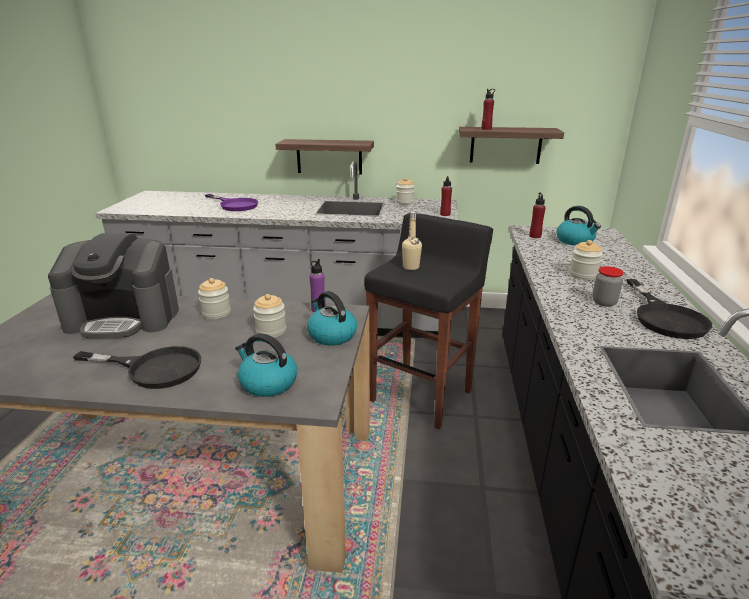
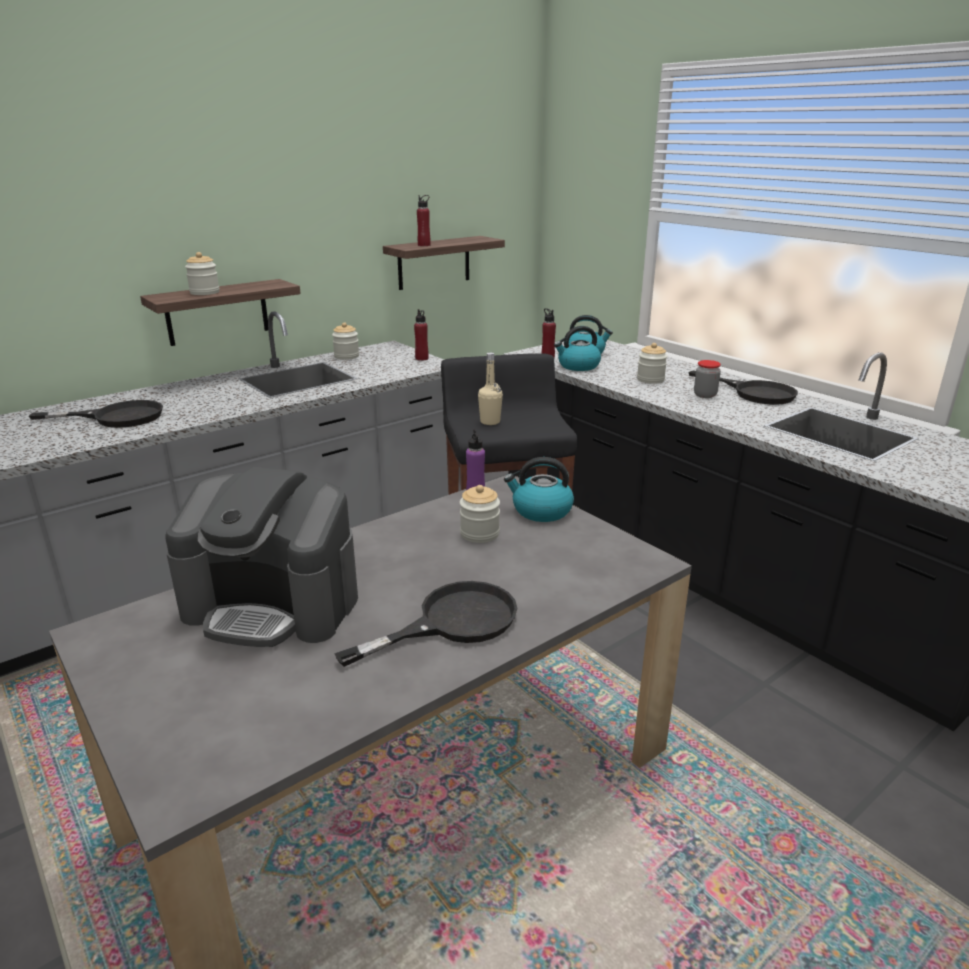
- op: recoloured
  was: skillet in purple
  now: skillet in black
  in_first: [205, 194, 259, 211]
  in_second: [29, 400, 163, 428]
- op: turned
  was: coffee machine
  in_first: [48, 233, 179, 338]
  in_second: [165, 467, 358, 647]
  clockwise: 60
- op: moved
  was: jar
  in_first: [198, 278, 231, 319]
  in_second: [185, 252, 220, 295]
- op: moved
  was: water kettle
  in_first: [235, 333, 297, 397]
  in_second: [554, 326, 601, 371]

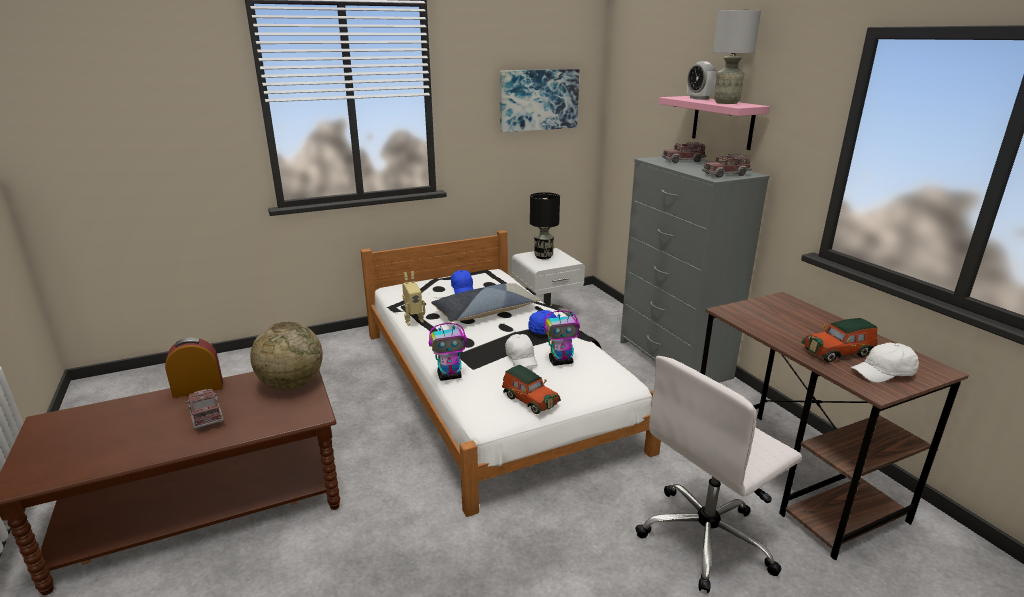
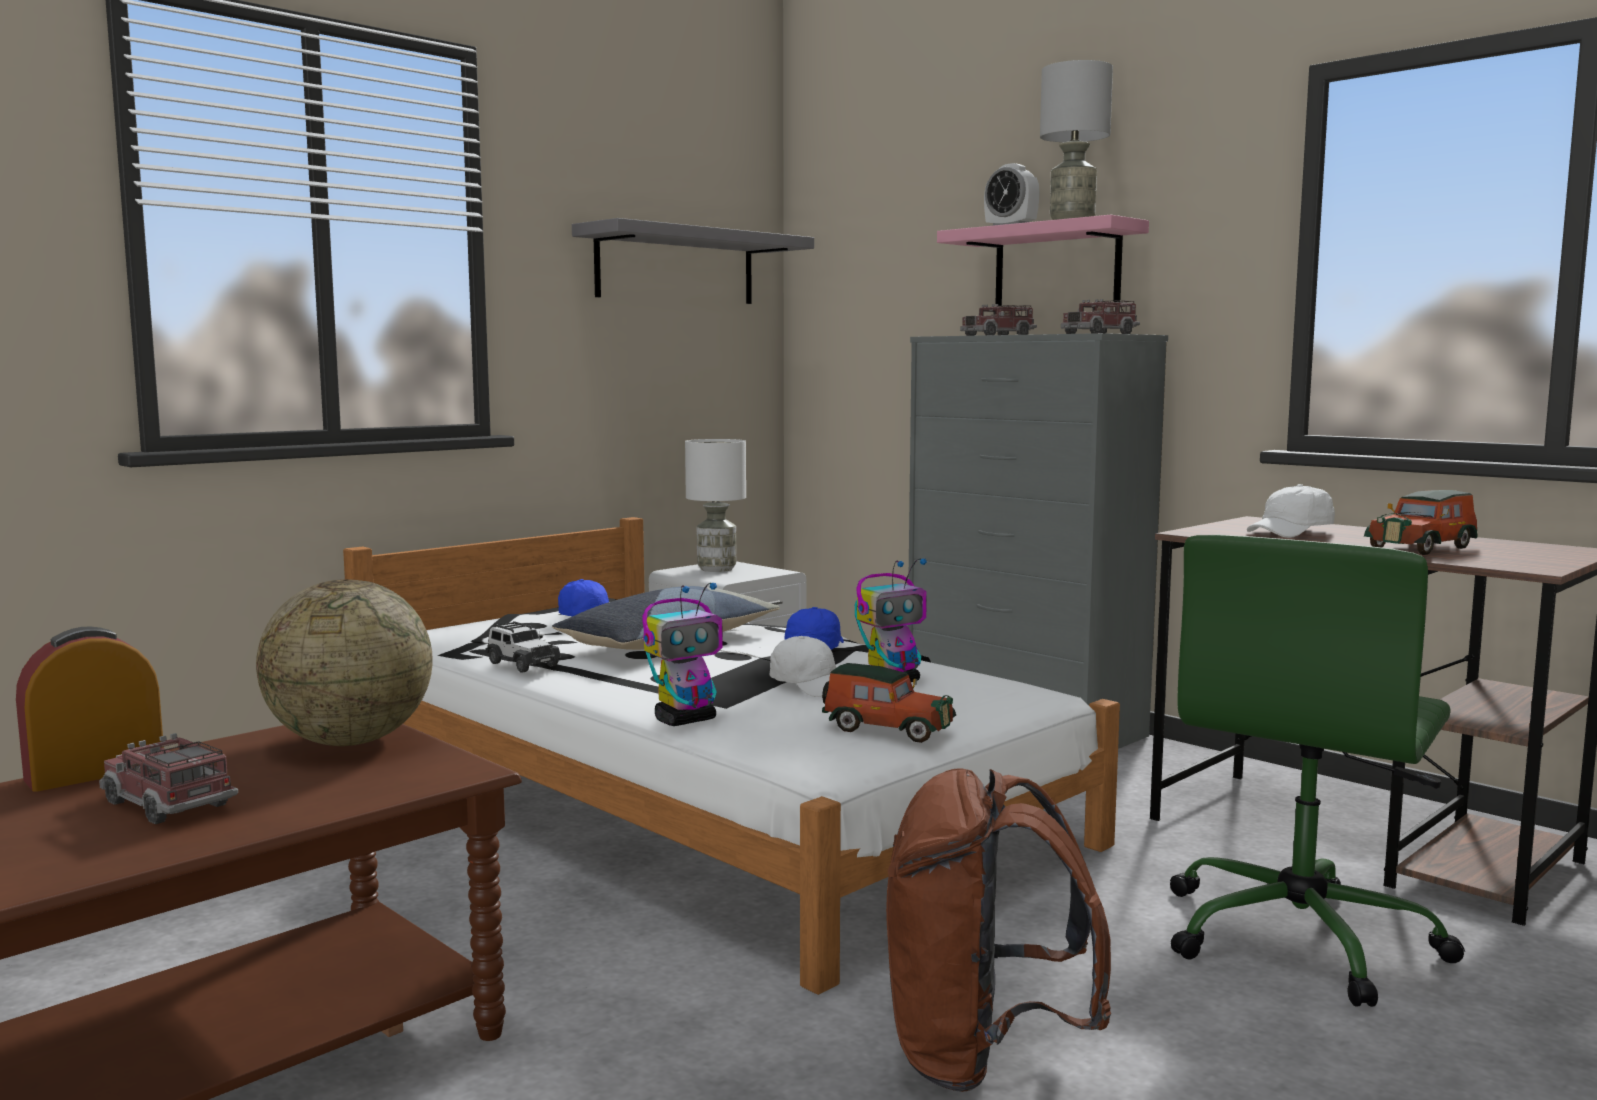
- op: replaced
  was: picture
  now: bracket shelf in grey
  in_first: [500, 69, 580, 133]
  in_second: [572, 218, 814, 304]
- op: recoloured
  was: lamp for a table in black
  now: lamp for a table in white
  in_first: [530, 192, 560, 259]
  in_second: [685, 439, 746, 572]
- op: replaced
  was: robot figure
  now: miniature car
  in_first: [402, 271, 425, 326]
  in_second: [485, 621, 561, 672]
- op: moved
  was: peaked cap in white
  in_first: [850, 343, 919, 383]
  in_second: [1247, 484, 1335, 538]
- op: recoloured
  was: computer chair in white
  now: computer chair in green
  in_first: [635, 356, 802, 593]
  in_second: [1170, 535, 1465, 1007]
- op: added
  now: rucksack in brownish
  in_second: [886, 768, 1111, 1092]

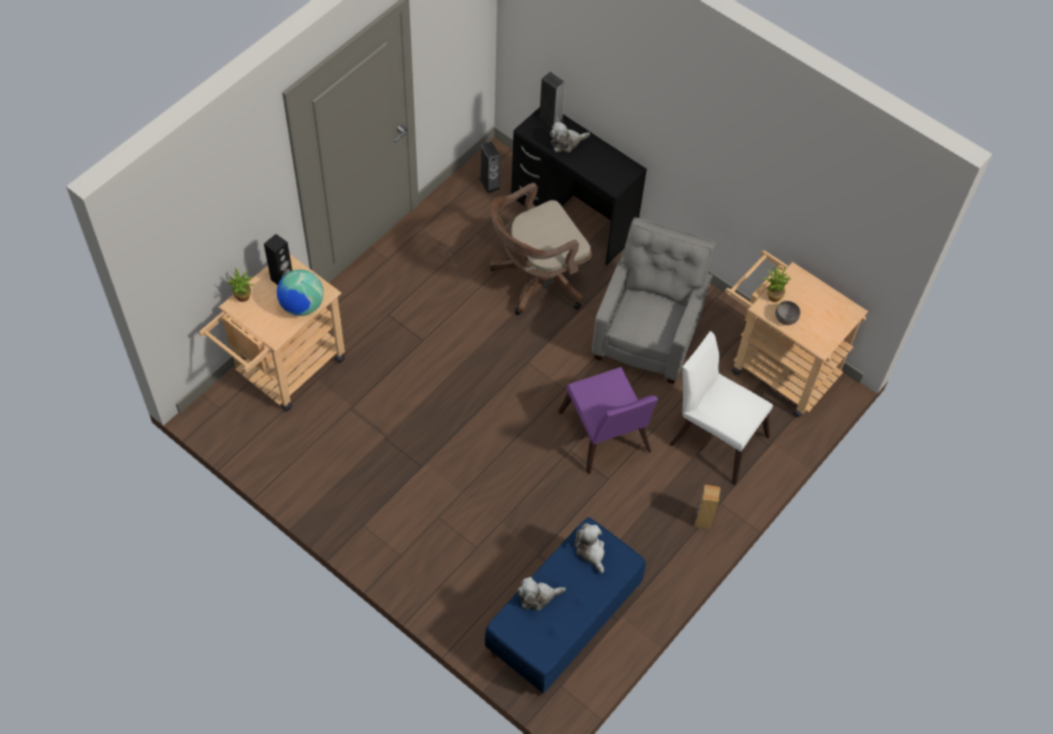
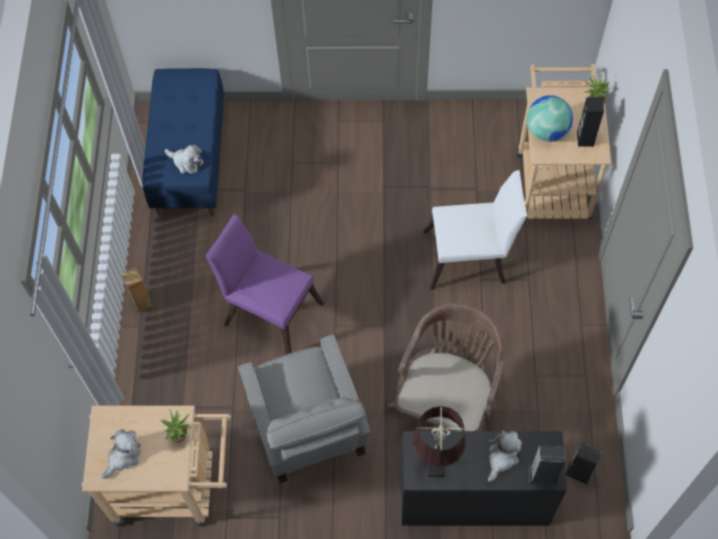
- op: removed
  was: bowl in grey
  in_first: [775, 301, 800, 325]
- op: moved
  was: chair in white
  in_first: [669, 331, 773, 485]
  in_second: [423, 170, 527, 290]
- op: moved
  was: plush toy
  in_first: [517, 577, 566, 611]
  in_second: [102, 429, 141, 479]
- op: added
  now: lamp for a table in brownish
  in_second: [412, 406, 466, 477]

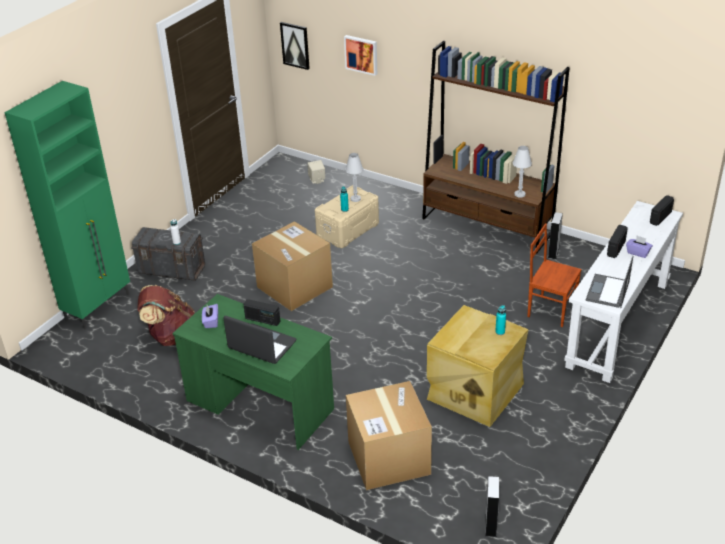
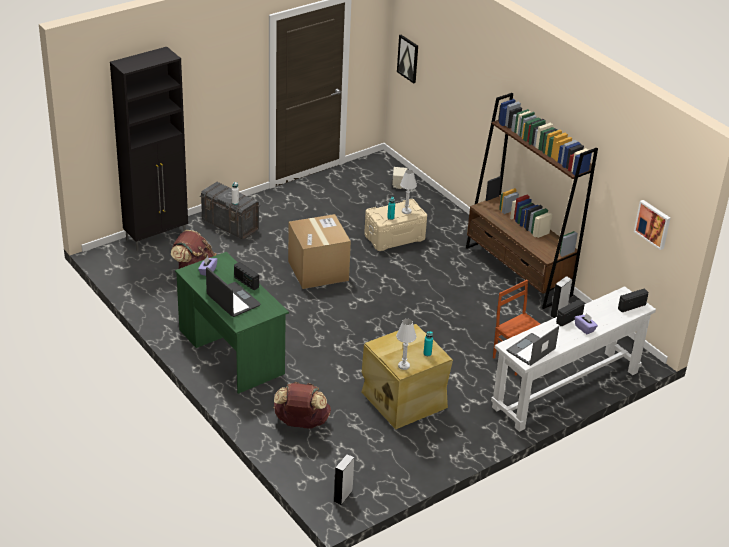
- op: moved
  was: picture
  in_first: [344, 35, 377, 76]
  in_second: [634, 200, 670, 250]
- op: recoloured
  was: cupboard in green
  now: cupboard in black
  in_first: [4, 81, 130, 330]
  in_second: [110, 47, 188, 251]
- op: moved
  was: lamp for a table in white
  in_first: [513, 146, 532, 198]
  in_second: [396, 319, 416, 370]
- op: replaced
  was: carton
  now: rucksack in brownish
  in_first: [346, 381, 432, 490]
  in_second: [274, 382, 331, 429]

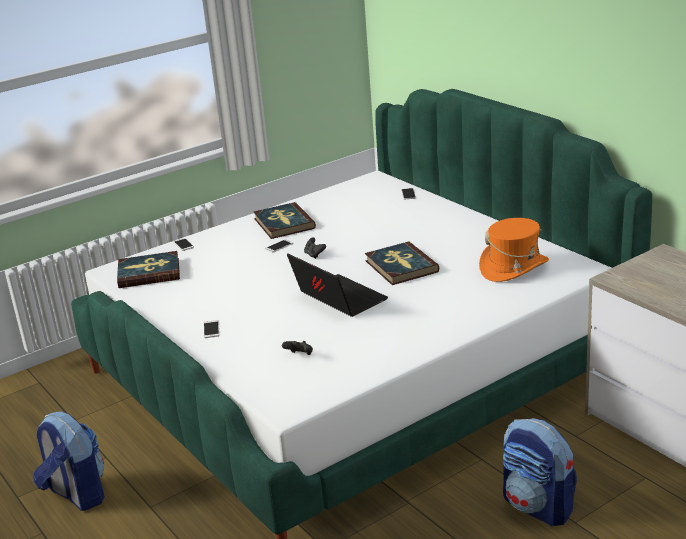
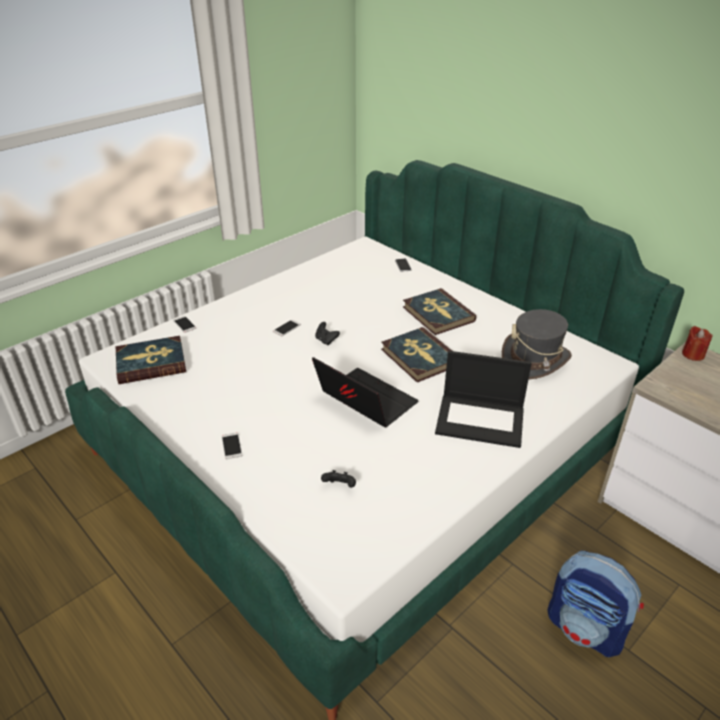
- op: moved
  was: bound book
  in_first: [254, 202, 316, 239]
  in_second: [403, 288, 476, 335]
- op: recoloured
  was: wearable hat in orangey
  now: wearable hat in grey
  in_first: [479, 218, 549, 282]
  in_second: [502, 309, 572, 379]
- op: removed
  was: rucksack
  in_first: [33, 412, 105, 511]
- op: added
  now: wax light in reddish
  in_second: [682, 326, 713, 361]
- op: added
  now: notebook computer
  in_second: [435, 351, 531, 448]

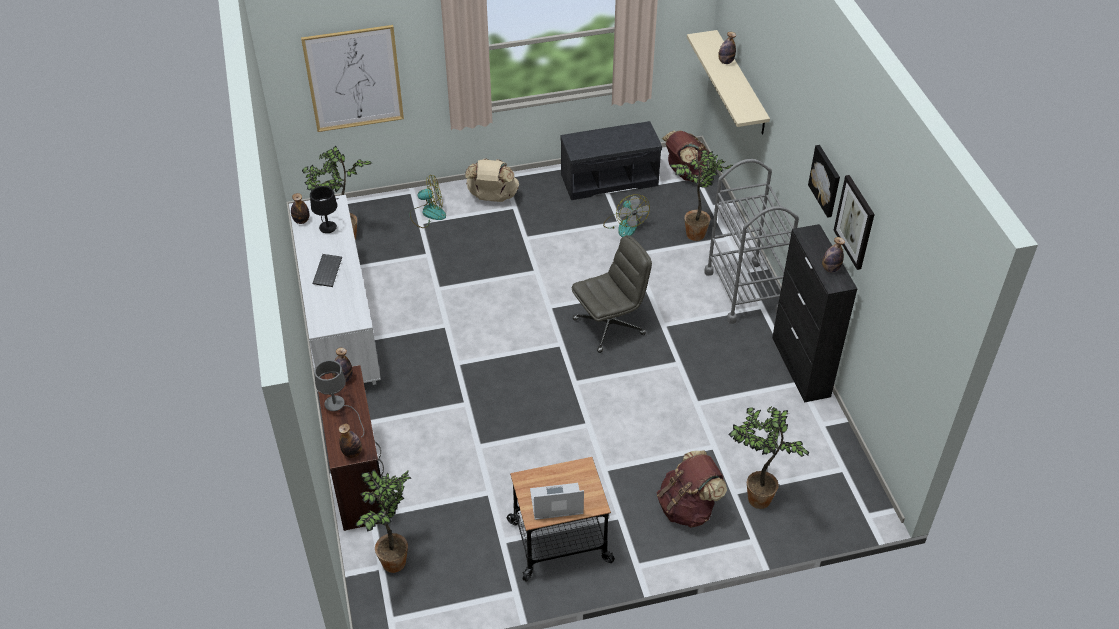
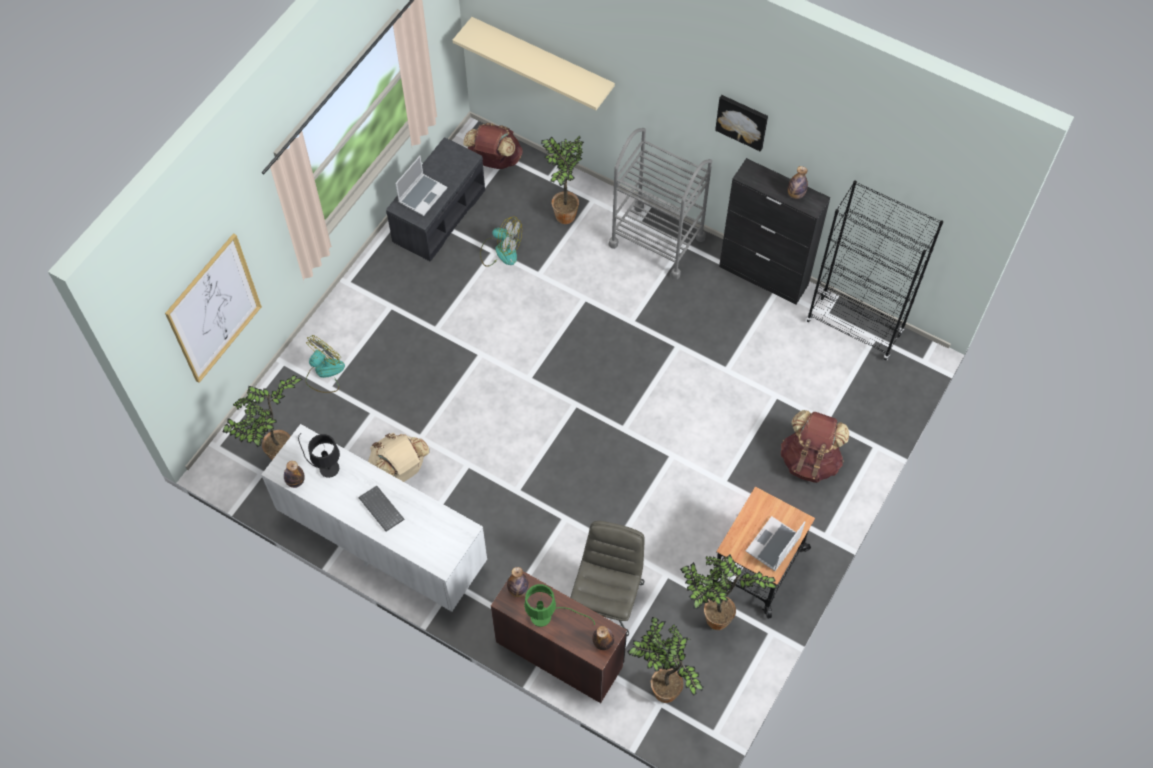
- op: removed
  was: drink bottle
  in_first: [718, 32, 736, 64]
- op: moved
  was: rucksack in sand-coloured
  in_first: [465, 158, 519, 202]
  in_second: [368, 433, 430, 482]
- op: removed
  was: picture
  in_first: [834, 175, 875, 270]
- op: moved
  was: computer chair in grey
  in_first: [572, 235, 652, 353]
  in_second: [570, 521, 645, 636]
- op: recoloured
  was: lamp for a table in grey
  now: lamp for a table in green
  in_first: [314, 360, 364, 437]
  in_second: [524, 584, 595, 627]
- op: moved
  was: potted plant
  in_first: [729, 406, 809, 509]
  in_second: [680, 555, 777, 630]
- op: added
  now: notebook computer
  in_second: [395, 155, 447, 216]
- op: added
  now: shelving unit in black
  in_second: [806, 181, 943, 360]

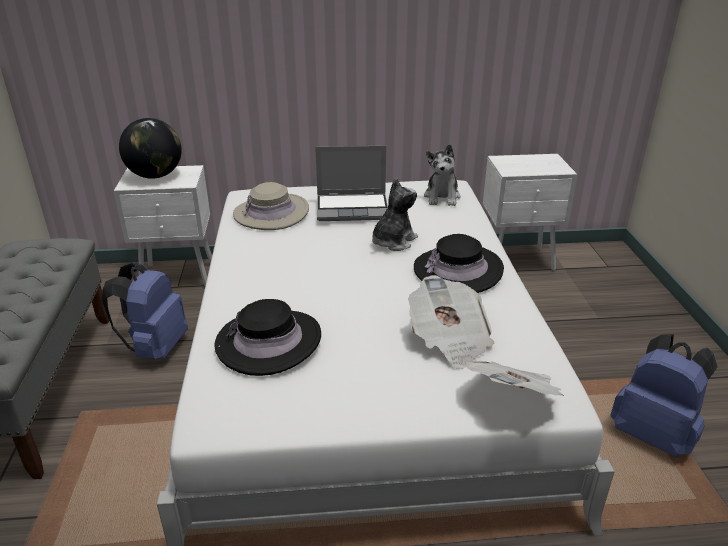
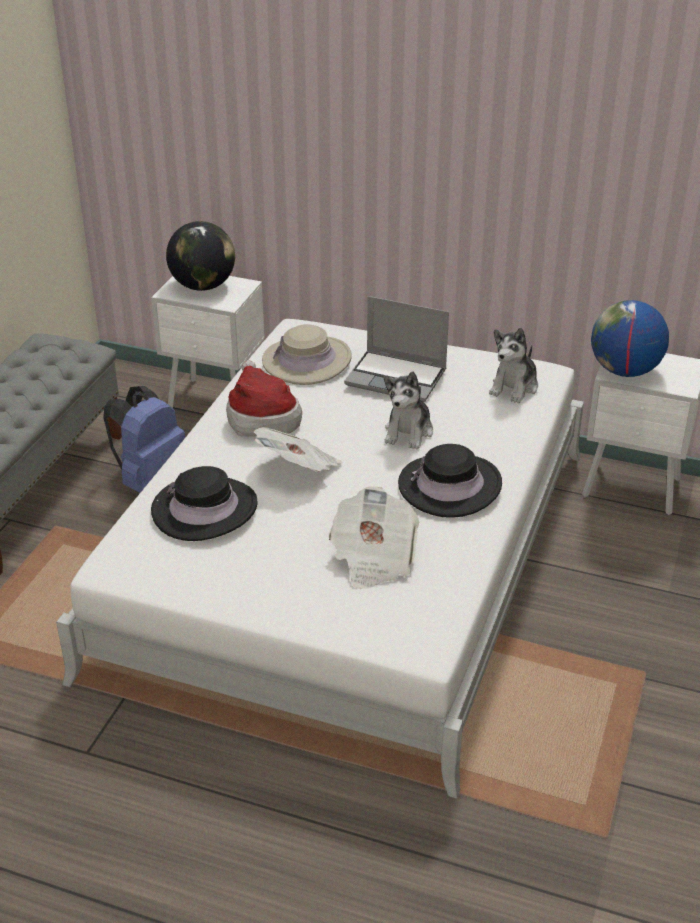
- op: turned
  was: plush toy
  in_first: [372, 178, 418, 251]
  in_second: [384, 371, 433, 449]
  clockwise: 135
- op: removed
  was: rucksack in bluish
  in_first: [611, 334, 717, 457]
- op: moved
  was: printed paper
  in_first: [465, 361, 564, 396]
  in_second: [253, 427, 342, 472]
- op: added
  now: globe
  in_second: [591, 300, 669, 377]
- op: added
  now: wearable hat
  in_second: [226, 360, 302, 436]

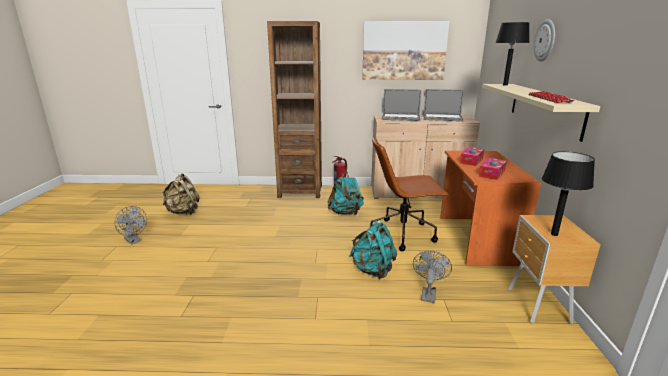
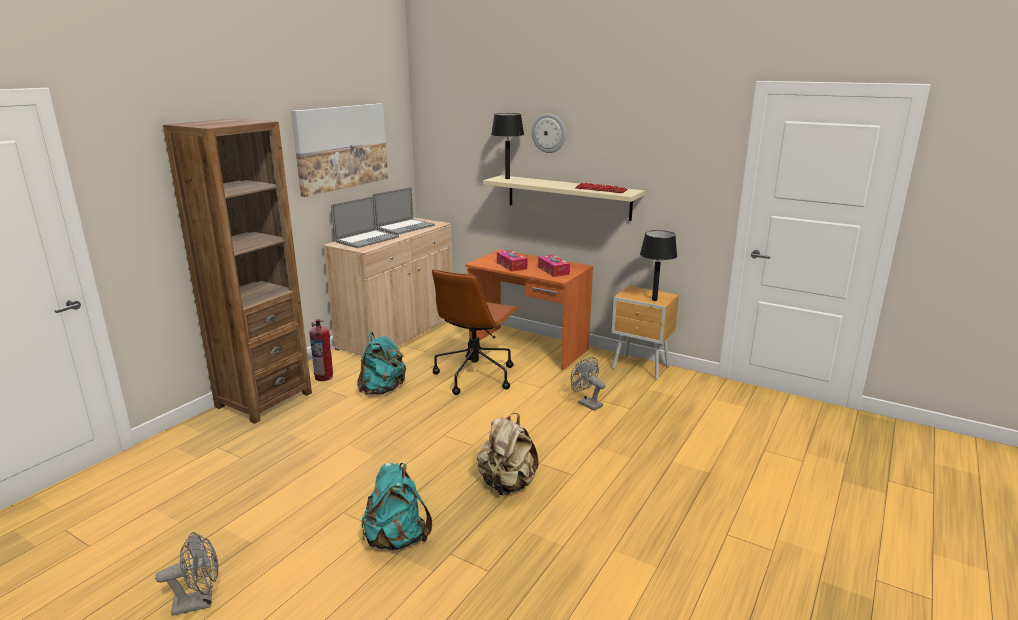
- op: moved
  was: rucksack in sand-coloured
  in_first: [162, 174, 200, 215]
  in_second: [477, 413, 539, 496]
- op: moved
  was: rucksack in blue-green
  in_first: [349, 221, 397, 279]
  in_second: [362, 462, 432, 550]

